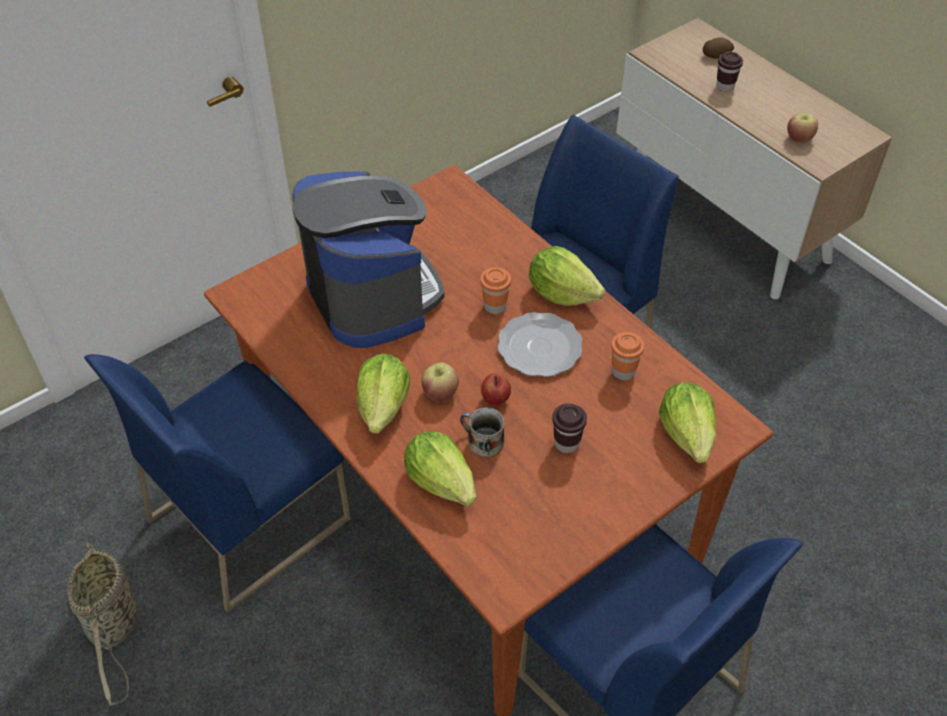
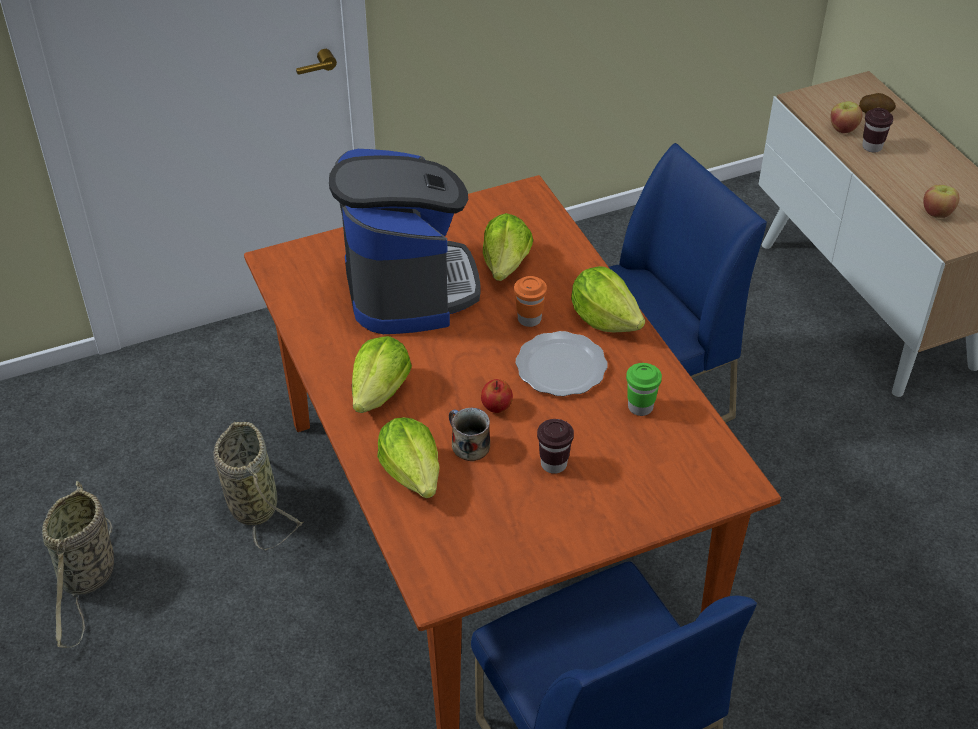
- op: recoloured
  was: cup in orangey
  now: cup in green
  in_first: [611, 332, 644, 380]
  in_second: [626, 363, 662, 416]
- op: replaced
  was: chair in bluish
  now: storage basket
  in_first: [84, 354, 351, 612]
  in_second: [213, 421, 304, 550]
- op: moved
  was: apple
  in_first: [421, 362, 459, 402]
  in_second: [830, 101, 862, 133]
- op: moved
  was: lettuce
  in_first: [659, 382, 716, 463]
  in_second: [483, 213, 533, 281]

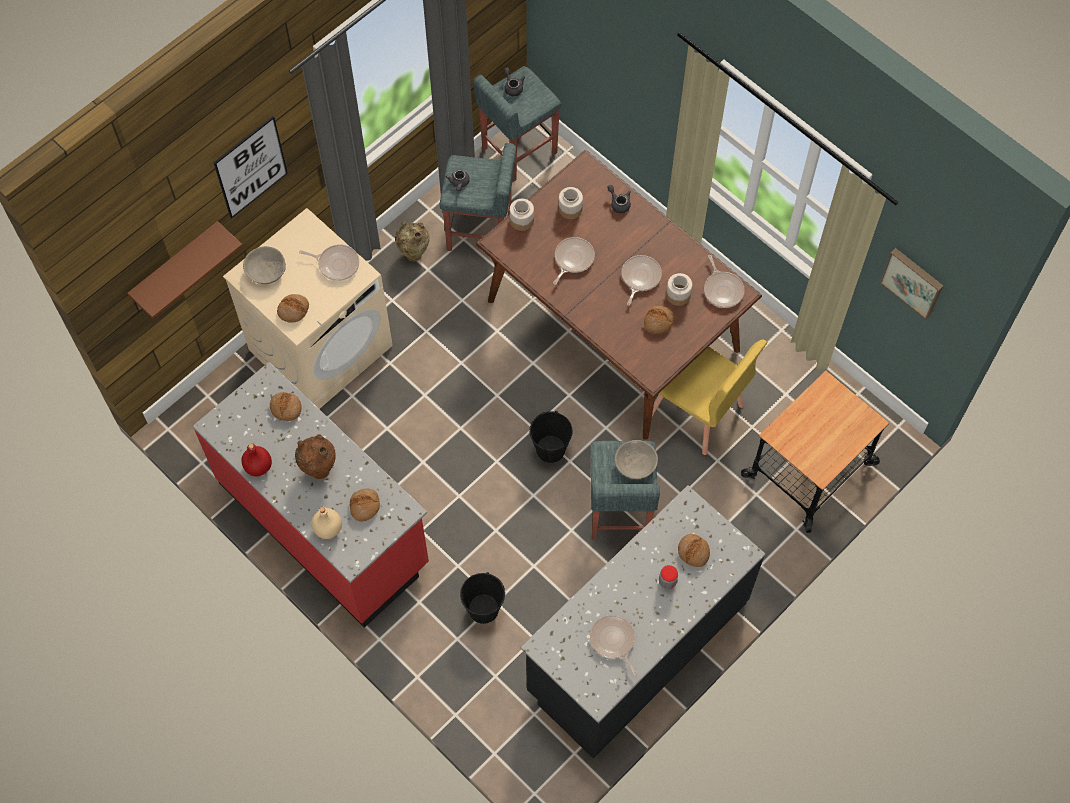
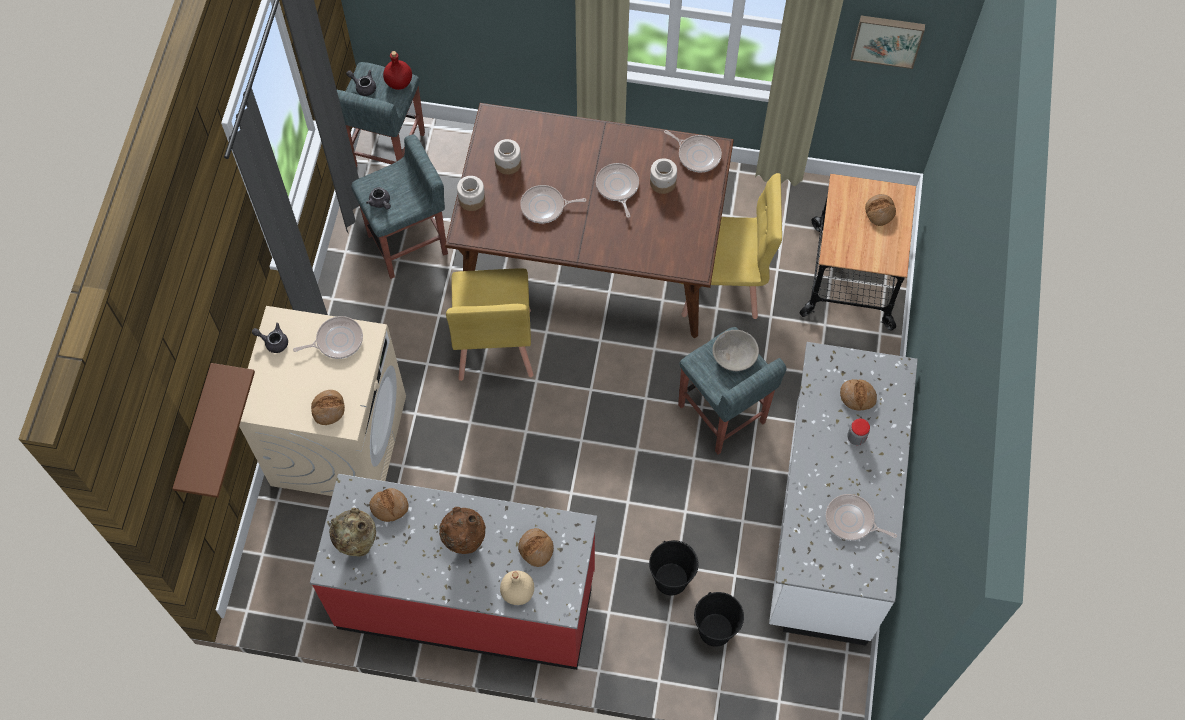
- op: removed
  was: picture
  in_first: [213, 116, 288, 219]
- op: moved
  was: tea pot in grey
  in_first: [607, 185, 631, 213]
  in_second: [252, 323, 288, 353]
- op: moved
  was: vase in sand-coloured
  in_first: [395, 220, 430, 261]
  in_second: [329, 508, 376, 557]
- op: turned
  was: skillet
  in_first: [553, 237, 595, 285]
  in_second: [520, 185, 586, 223]
  clockwise: -90
- op: removed
  was: bowl in grey
  in_first: [243, 246, 286, 284]
- op: moved
  was: bread
  in_first: [644, 306, 674, 334]
  in_second: [865, 194, 896, 226]
- op: moved
  was: water bucket in black
  in_first: [529, 411, 572, 463]
  in_second: [694, 592, 744, 647]
- op: moved
  was: drink bottle in reddish
  in_first: [241, 444, 272, 476]
  in_second: [383, 51, 412, 90]
- op: recoloured
  was: kitchen counter in black
  now: kitchen counter in white
  in_first: [520, 485, 765, 759]
  in_second: [769, 342, 918, 646]
- op: added
  now: chair in yellowish
  in_second: [446, 268, 534, 381]

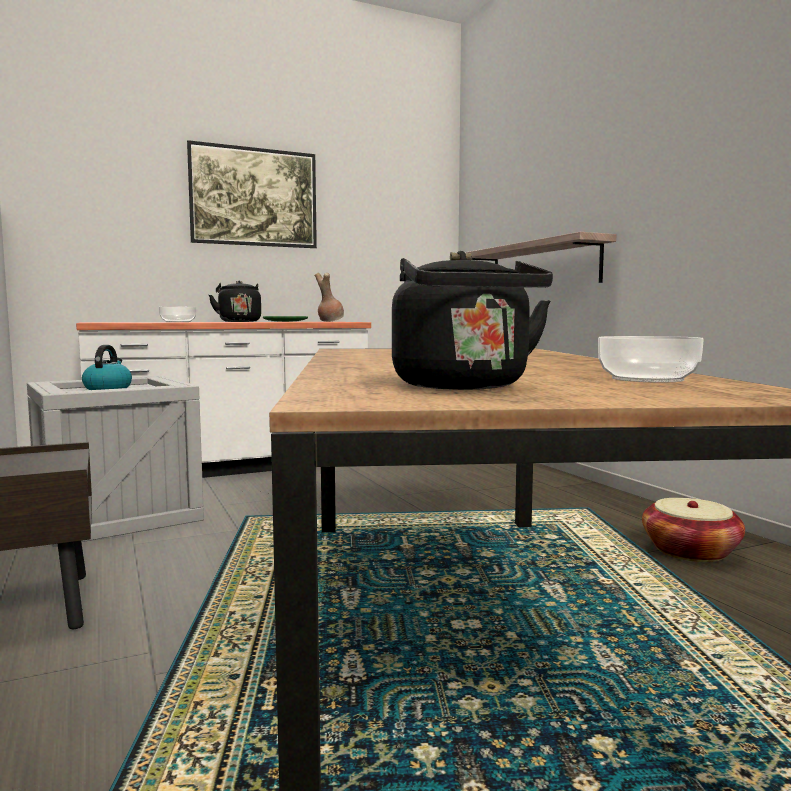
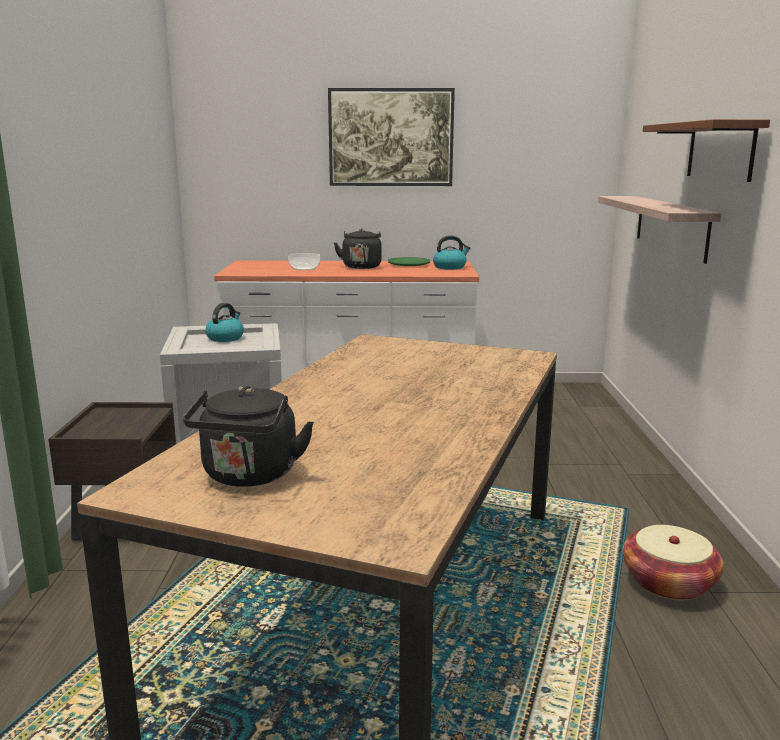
- op: replaced
  was: vase in brownish
  now: water kettle
  in_first: [314, 273, 344, 322]
  in_second: [433, 235, 470, 270]
- op: removed
  was: bowl
  in_first: [598, 336, 704, 383]
- op: added
  now: bracket shelf in brownish
  in_second: [643, 119, 770, 182]

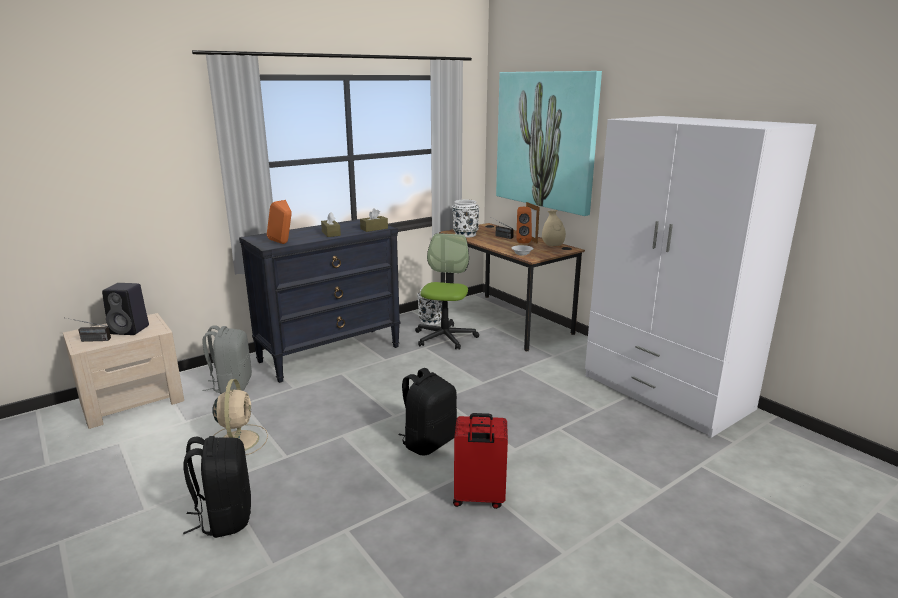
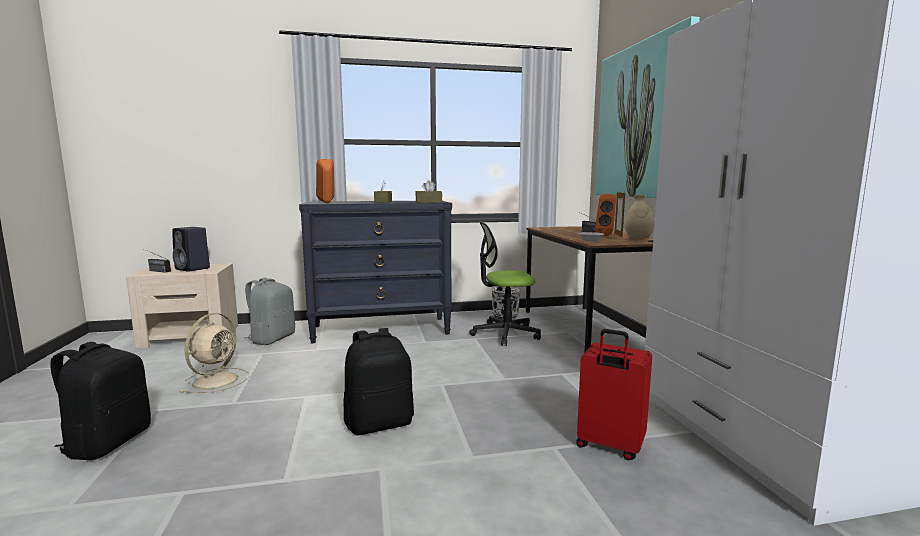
- op: removed
  was: vase in white
  in_first: [452, 199, 479, 238]
- op: turned
  was: computer chair
  in_first: [415, 233, 479, 350]
  in_second: [469, 221, 541, 346]
  clockwise: -135
- op: moved
  was: suitcase in reddish
  in_first: [453, 413, 508, 509]
  in_second: [576, 329, 652, 460]

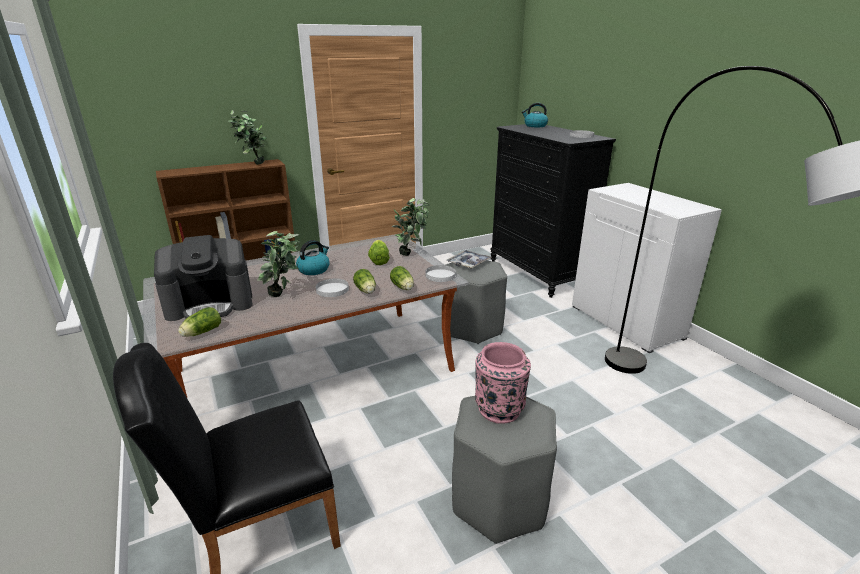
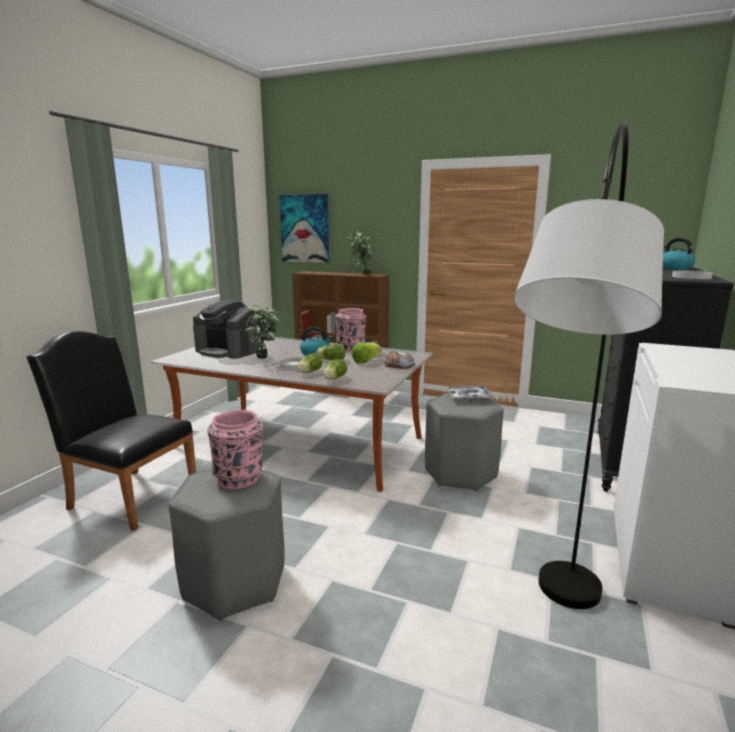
- op: replaced
  was: potted plant
  now: bread
  in_first: [392, 198, 430, 256]
  in_second: [385, 351, 415, 369]
- op: removed
  was: dinner plate in white
  in_first: [425, 265, 456, 282]
- op: moved
  was: lettuce
  in_first: [178, 307, 221, 337]
  in_second: [316, 344, 345, 360]
- op: added
  now: picture
  in_second: [279, 194, 329, 263]
- op: added
  now: vase in pinkish
  in_second: [335, 308, 366, 352]

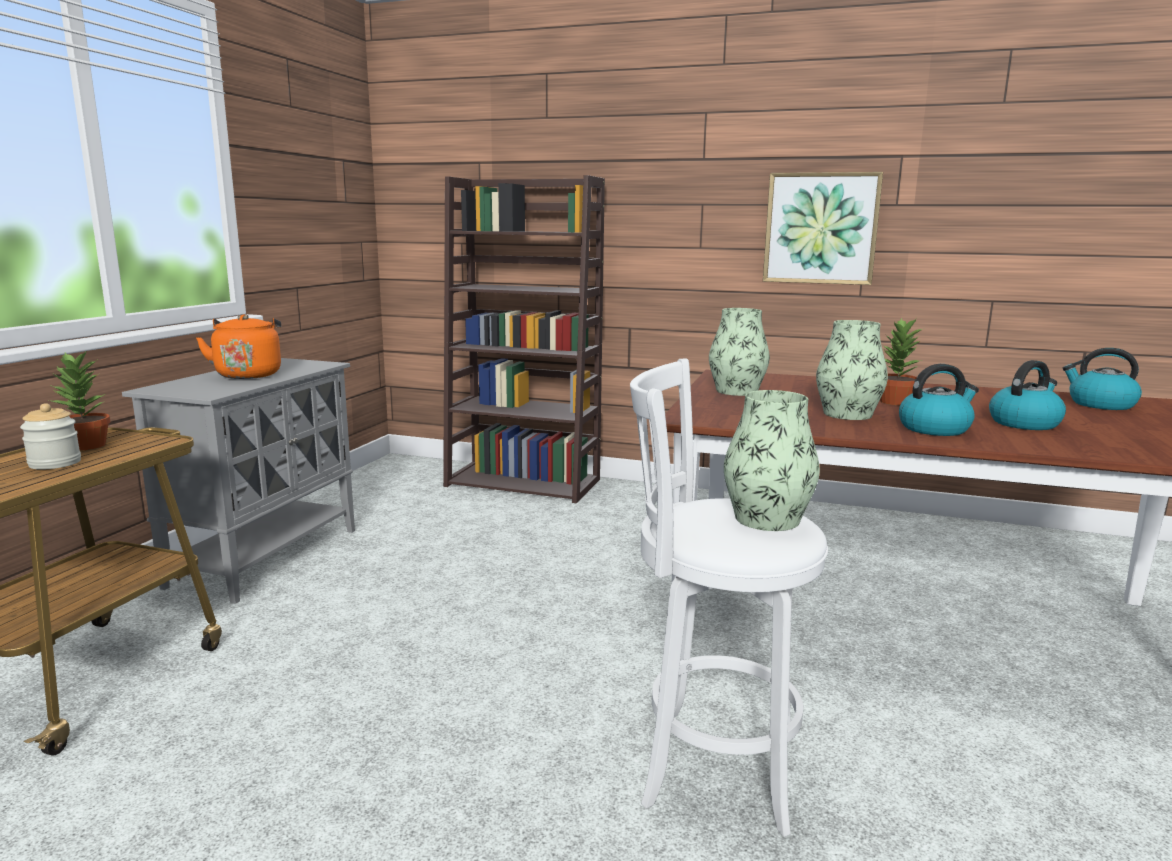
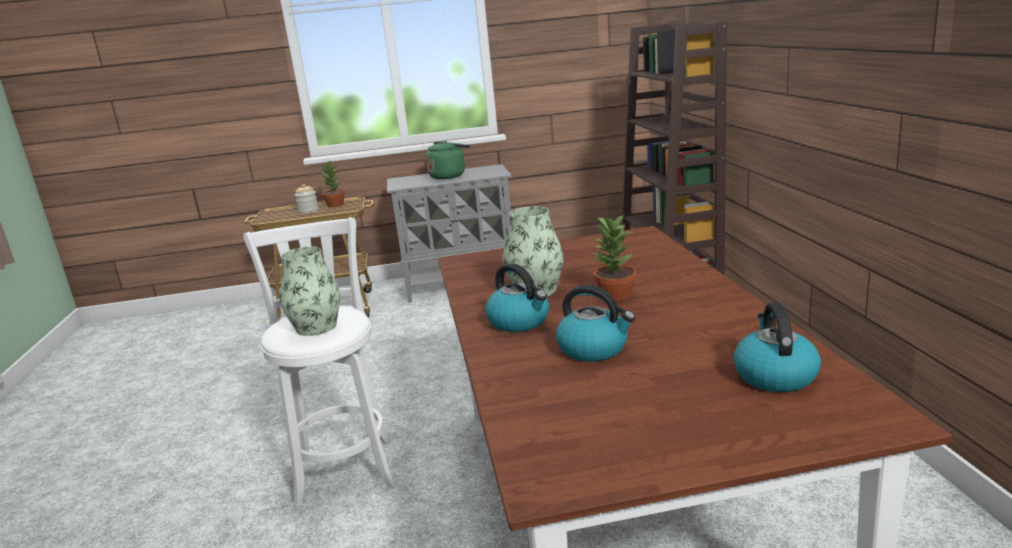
- op: removed
  was: picture
  in_first: [763, 172, 883, 285]
- op: removed
  was: vase
  in_first: [709, 308, 770, 396]
- op: recoloured
  was: water kettle in orangey
  now: water kettle in green
  in_first: [196, 314, 281, 379]
  in_second: [426, 140, 470, 179]

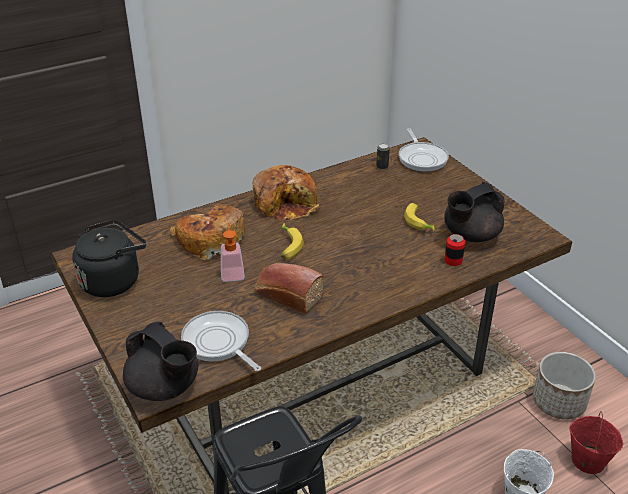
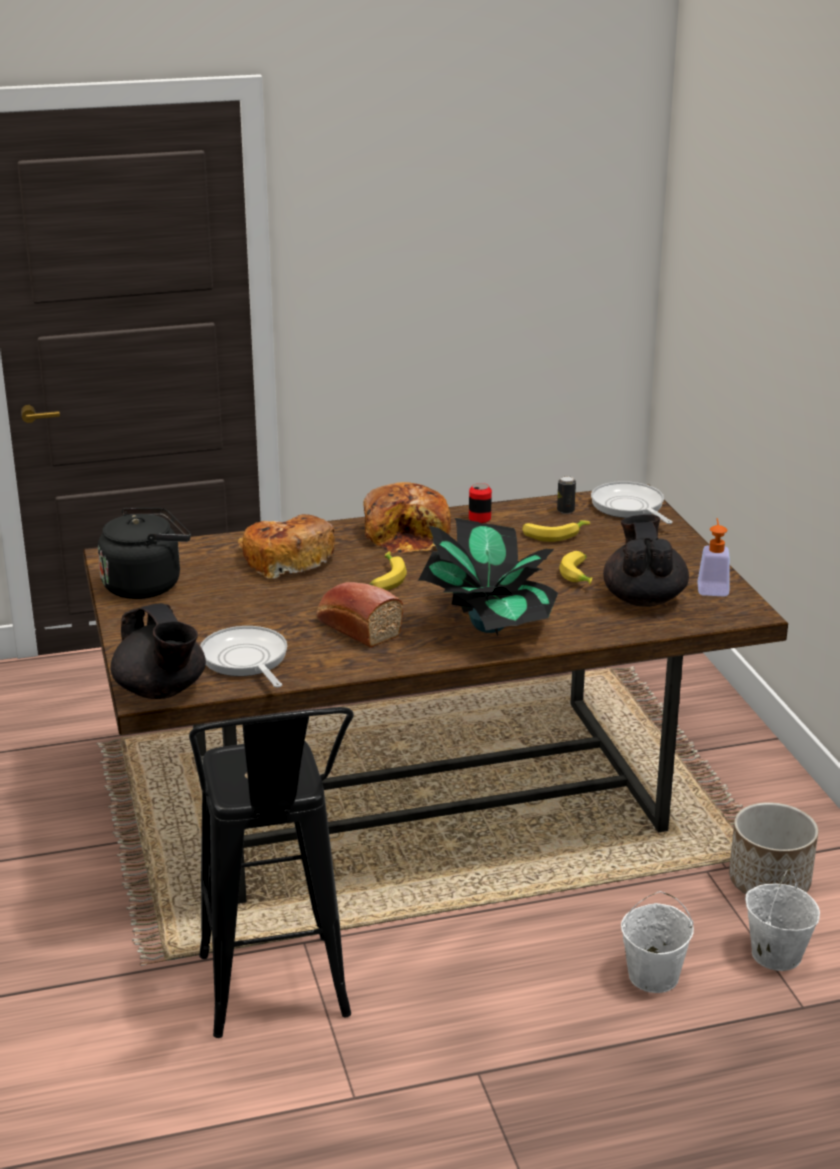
- op: turned
  was: skillet
  in_first: [399, 128, 449, 172]
  in_second: [591, 481, 673, 524]
  clockwise: 150
- op: turned
  was: tea pot in black
  in_first: [444, 182, 505, 242]
  in_second: [603, 514, 689, 607]
  clockwise: 105
- op: moved
  was: soap bottle
  in_first: [221, 222, 245, 282]
  in_second: [697, 518, 730, 597]
- op: moved
  was: can
  in_first: [444, 234, 465, 266]
  in_second: [469, 483, 492, 523]
- op: recoloured
  was: water bucket in reddish
  now: water bucket in white
  in_first: [569, 411, 623, 474]
  in_second: [745, 870, 820, 971]
- op: added
  now: potted plant
  in_second: [418, 518, 558, 636]
- op: added
  now: banana fruit
  in_second: [522, 520, 590, 542]

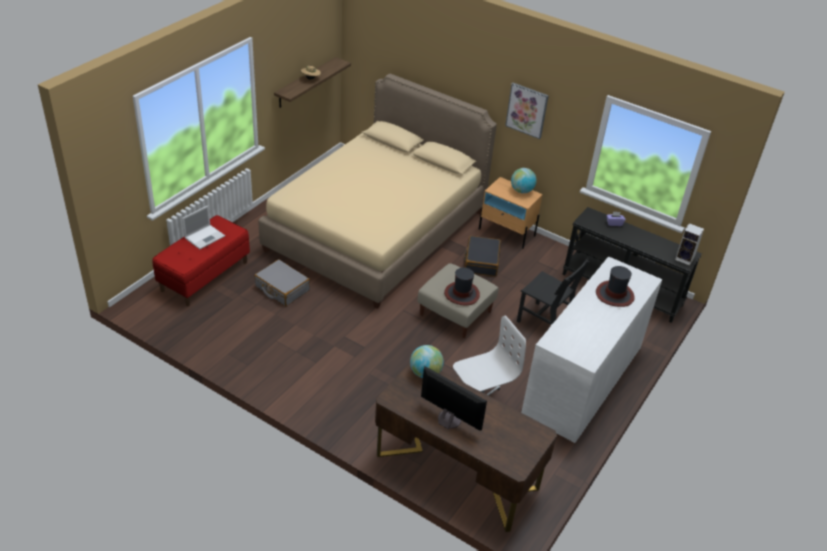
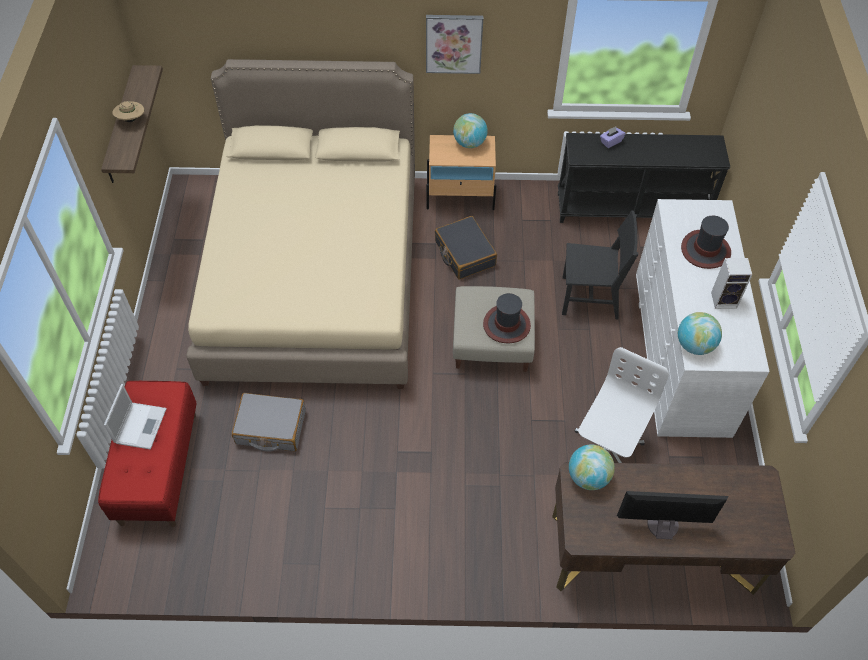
- op: moved
  was: speaker
  in_first: [675, 223, 704, 266]
  in_second: [711, 258, 752, 309]
- op: added
  now: globe
  in_second: [678, 312, 722, 355]

